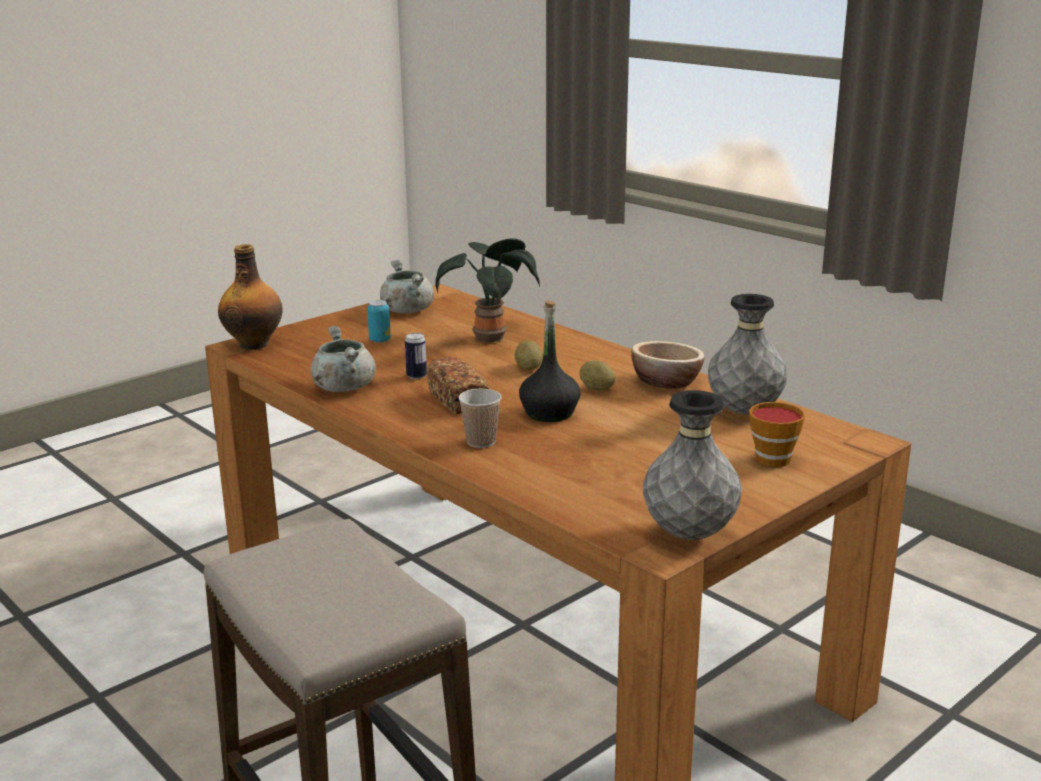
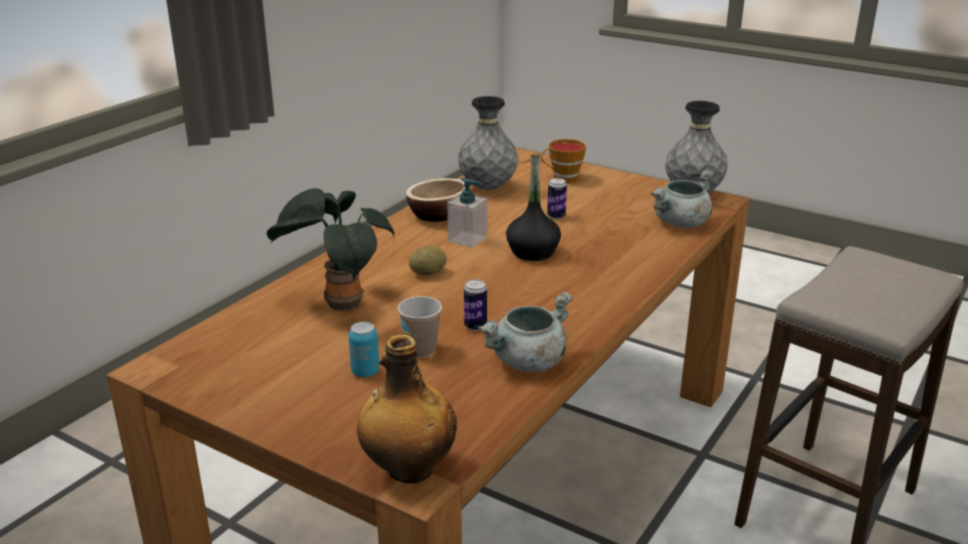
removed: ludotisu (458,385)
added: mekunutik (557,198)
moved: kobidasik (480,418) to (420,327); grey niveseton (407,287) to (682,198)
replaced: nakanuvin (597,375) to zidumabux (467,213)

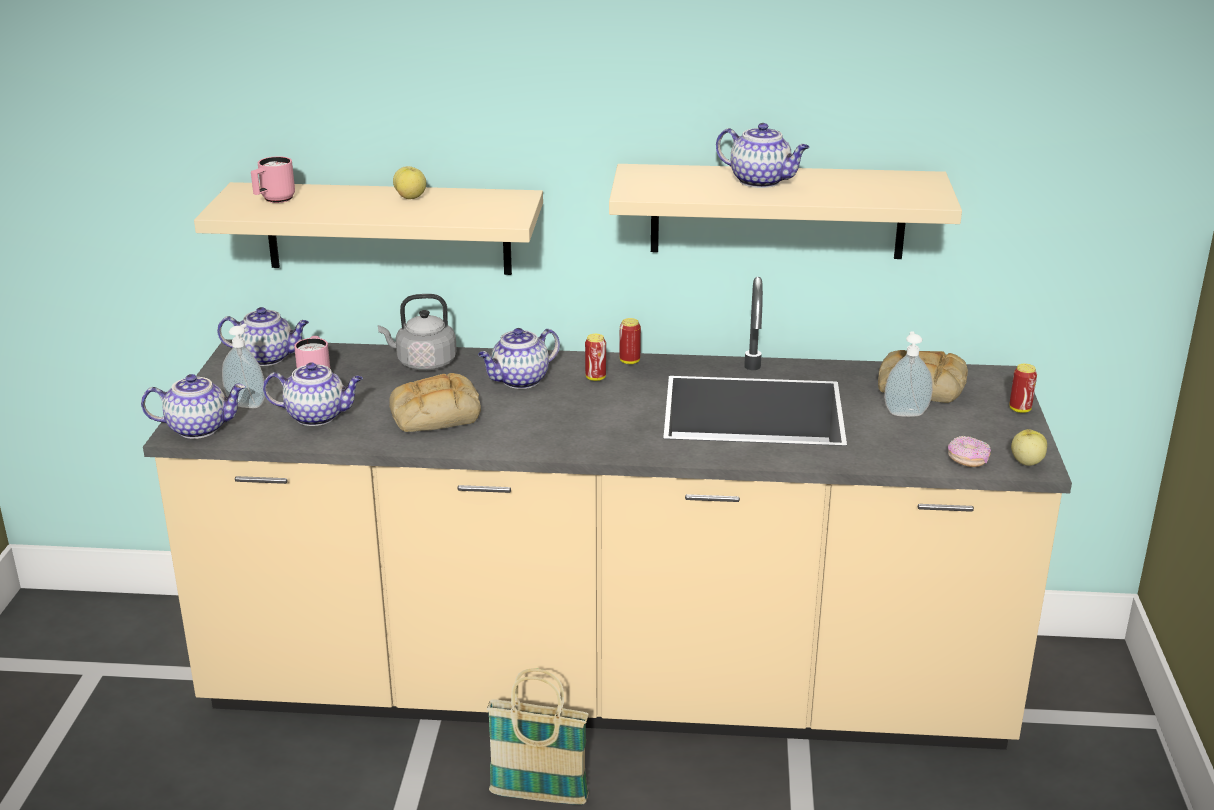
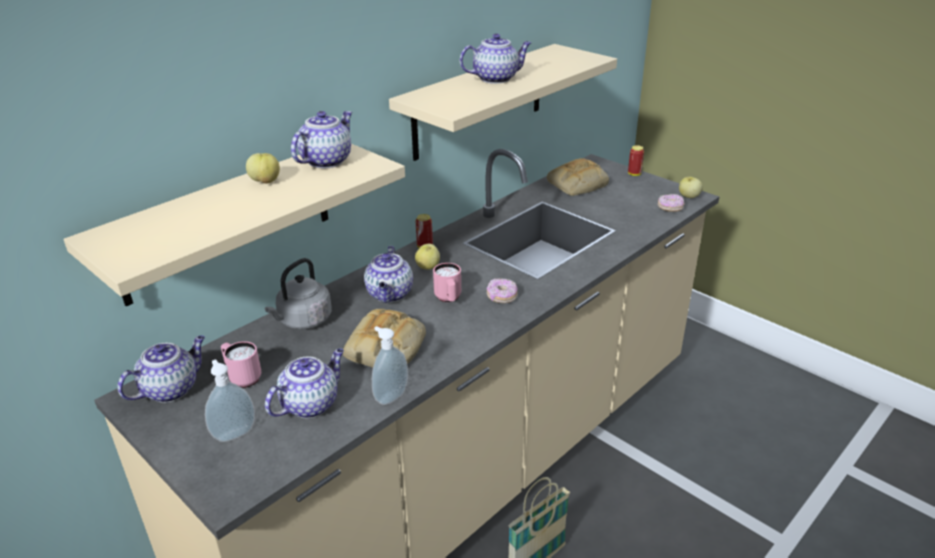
added: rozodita (502,290)
moved: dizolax (193,406) to (321,140); zidumabux (908,374) to (390,365); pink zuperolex (273,179) to (447,282)
replaced: mekunutik (595,357) to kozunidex (427,257)

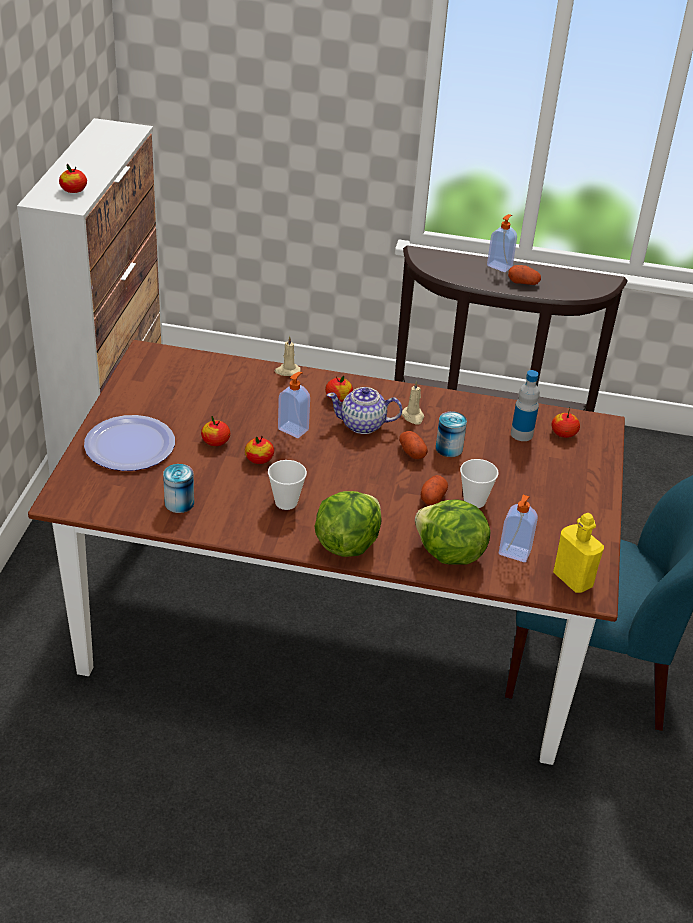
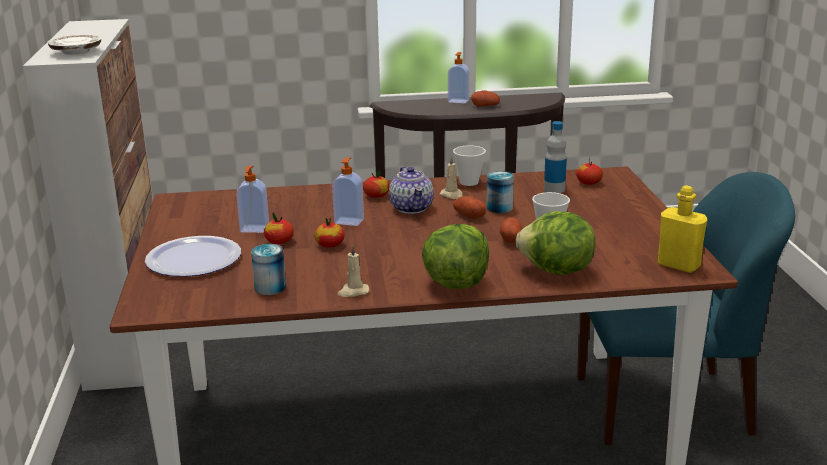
moved: zidumabux (518,528) to (252,199); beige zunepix (288,356) to (354,270); kobidasik (287,485) to (469,165)
replaced: kozunidex (73,178) to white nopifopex (74,45)
turned: dizolax (364,410) = (411,190) 90 degrees counterclockwise

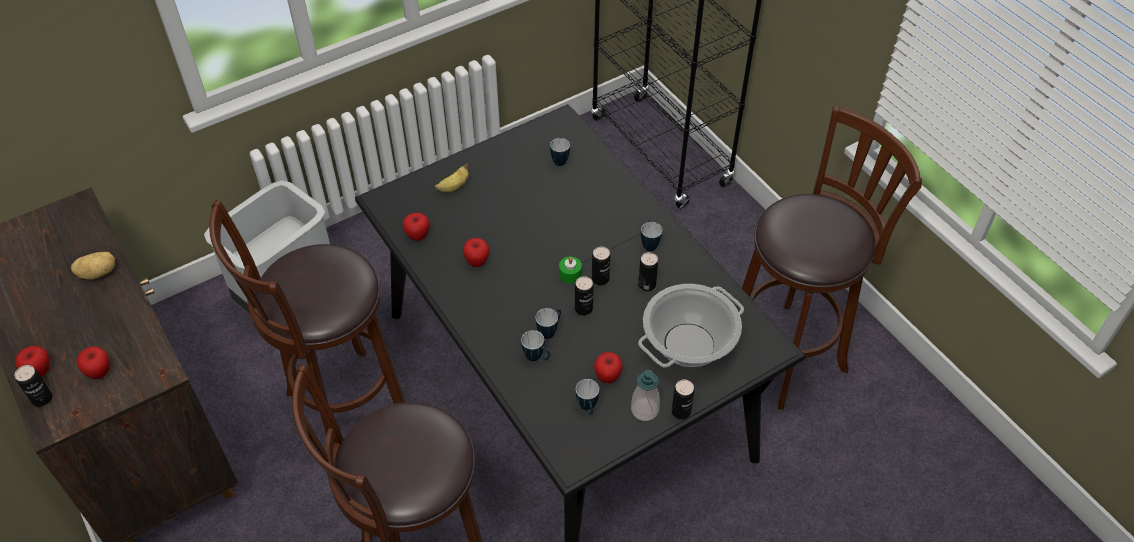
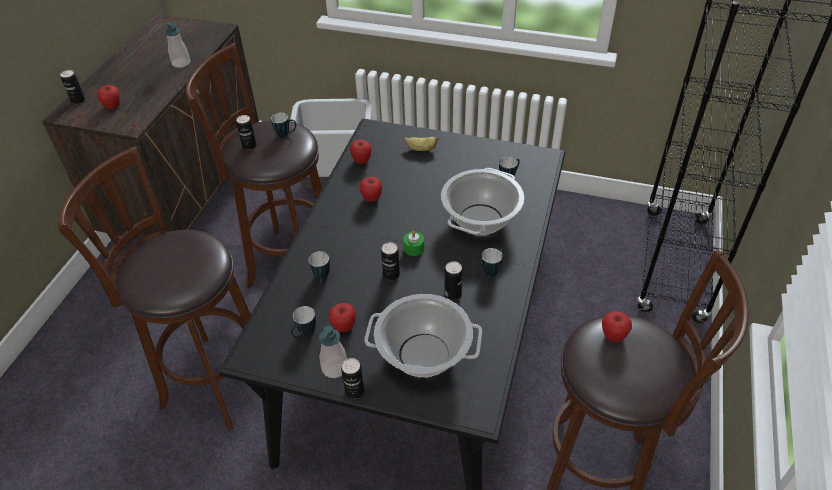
added: niveseton (483,201)
moved: mekunutik (601,266) to (246,132); zuperolex (548,323) to (283,125); kozunidex (32,361) to (617,326)
replaced: nakanuvin (93,265) to zidumabux (177,45)

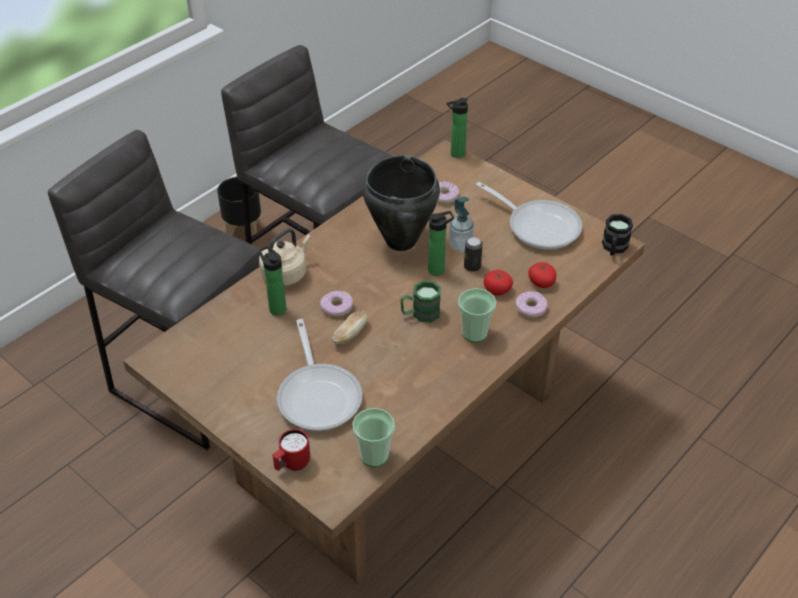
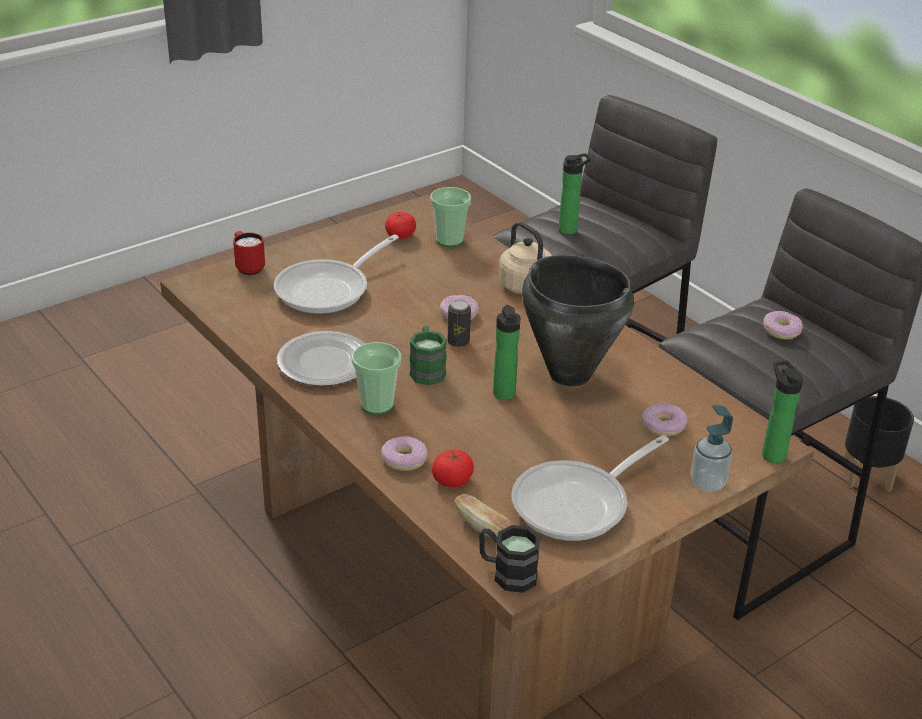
added: nopifopex (321,358); rozodita (783,325)
moved: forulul (498,283) to (400,225); kobidasik (373,437) to (450,217); mekunutik (473,254) to (459,323); ludotisu (350,327) to (484,515); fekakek (272,281) to (575,193); zidumabux (461,224) to (711,448)
turned: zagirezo (319,375) = (336,274) 45 degrees counterclockwise

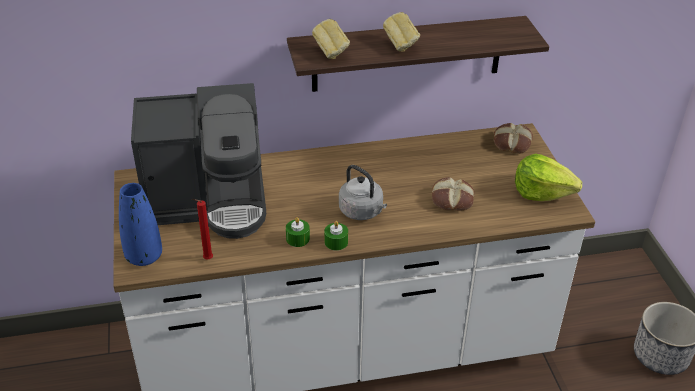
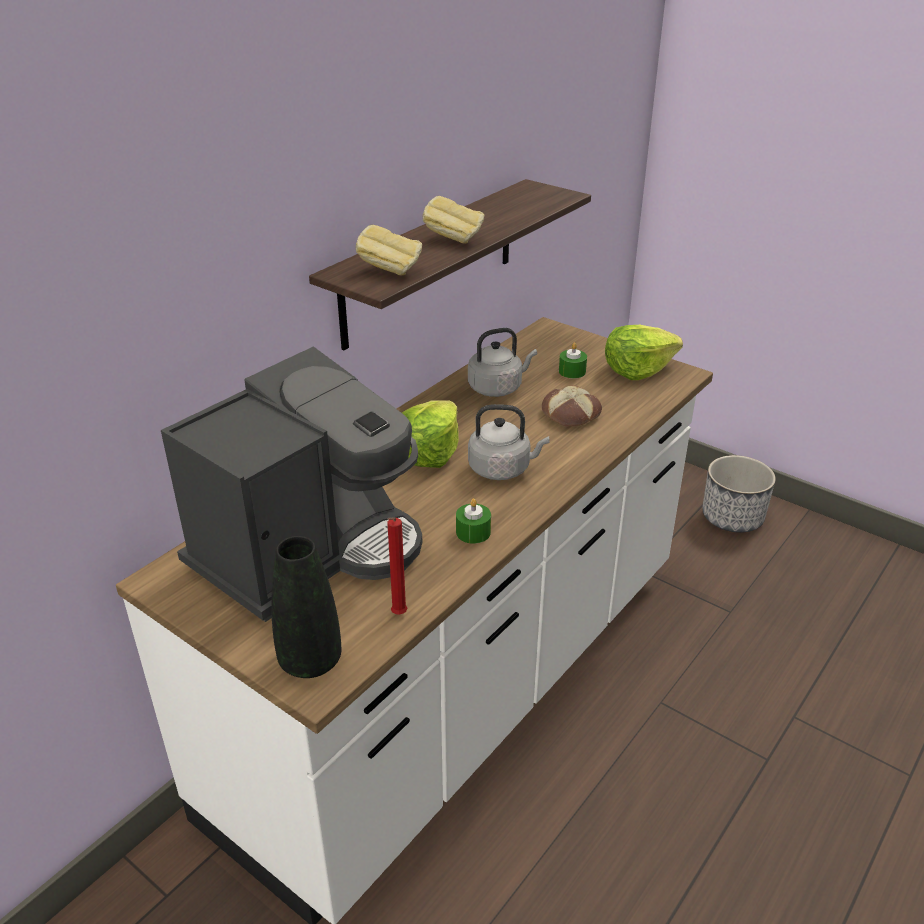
removed: ludotisu (513,138)
added: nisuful (430,434); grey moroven (502,362)
moved: green zunepix (336,236) to (573,360)
recoloured: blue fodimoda (140,224) to black fodimoda (306,607)

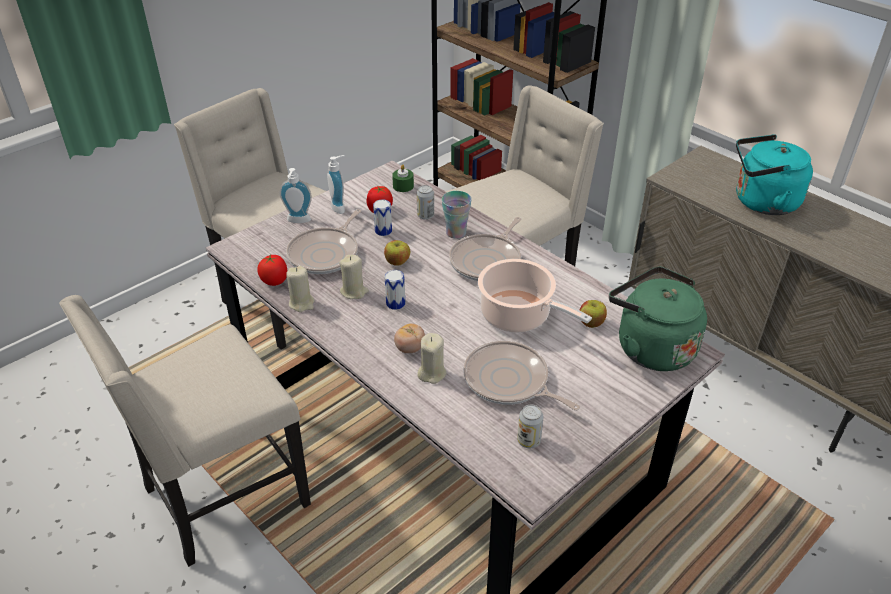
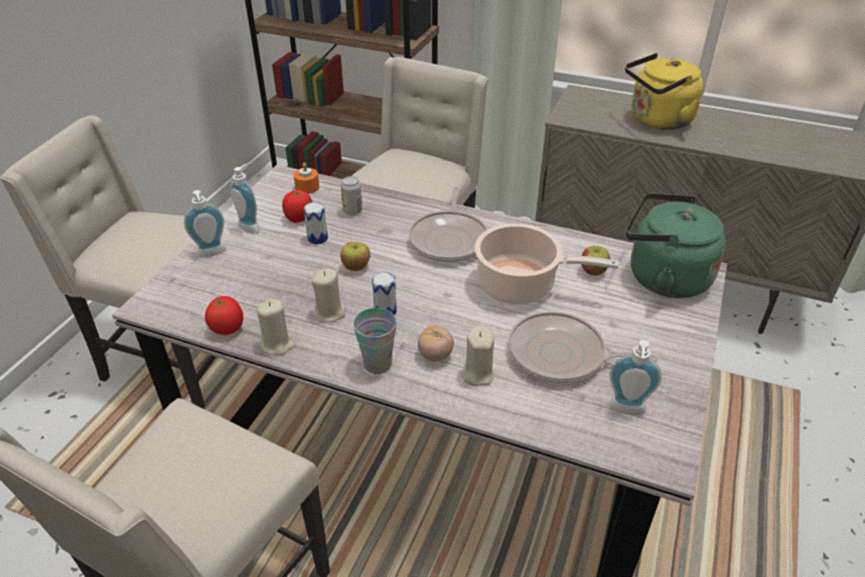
removed: zagirezo (323,241)
moved: kobidasik (457,215) to (375,341)
replaced: mekunutik (530,426) to zidumabux (635,377)
recoloured: green zunepix (403,178) to orange zunepix (306,178); turquoise moroven (774,174) to yellow moroven (664,91)

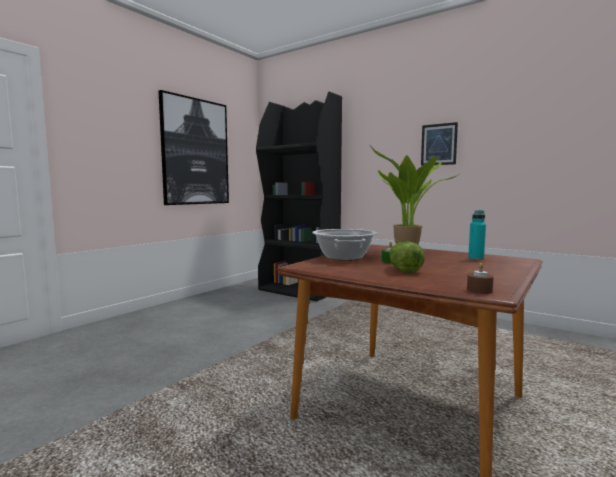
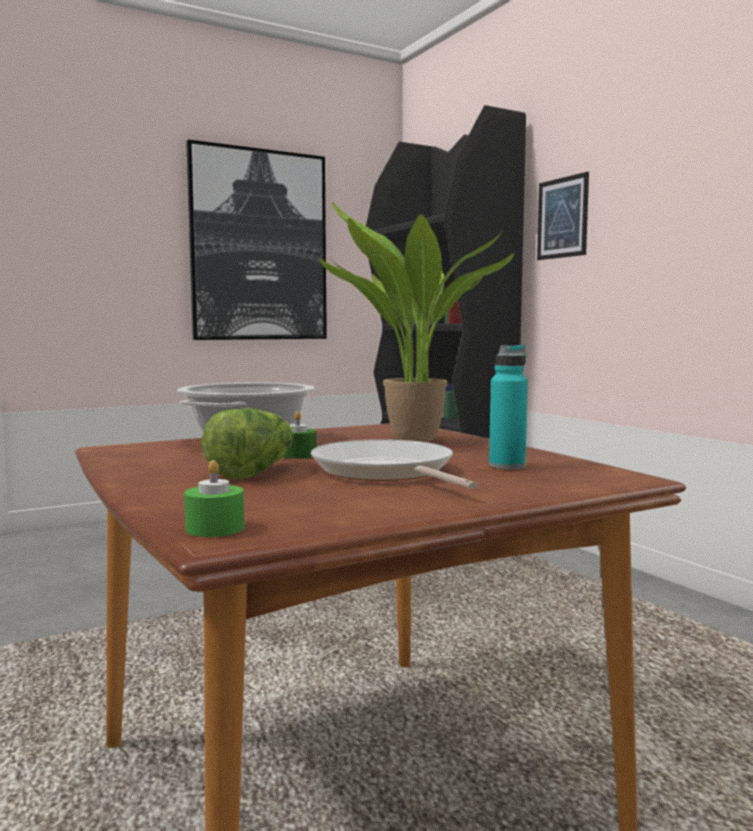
added: zagirezo (394,464)
moved: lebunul (439,144) to (563,216)
recoloured: brown zunepix (480,278) to green zunepix (214,498)

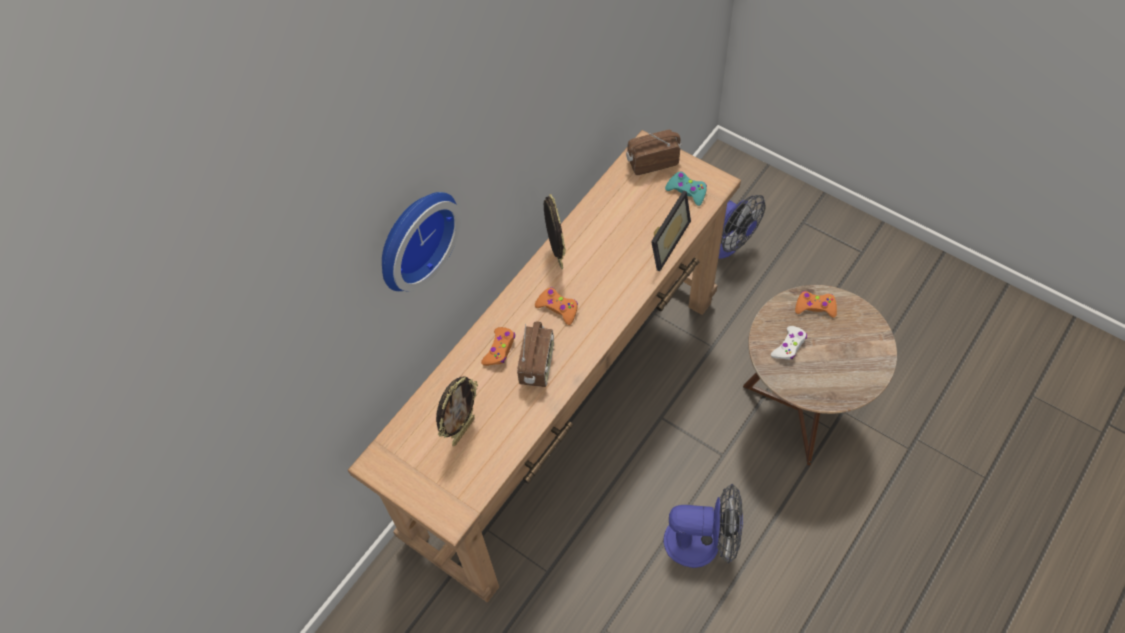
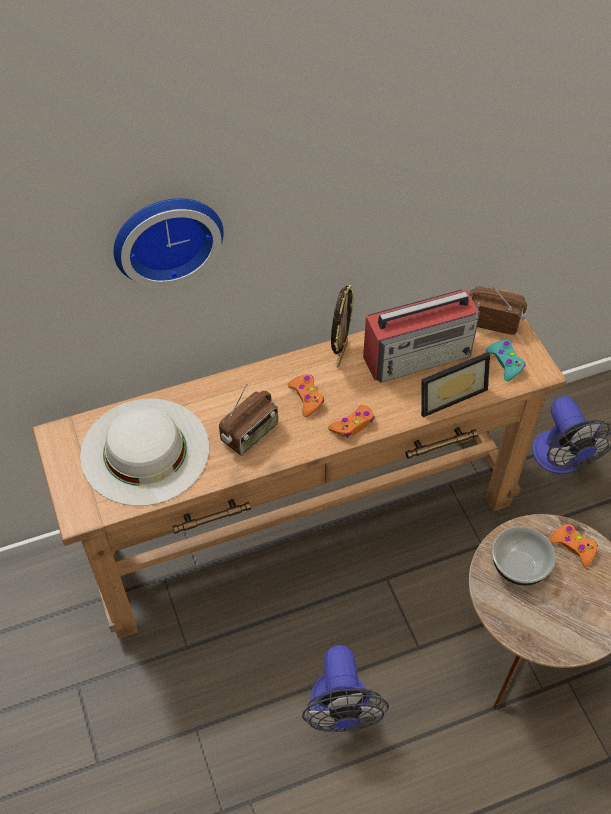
added: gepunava (421,336)
moved: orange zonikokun (498,346) to (351,421)
replaced: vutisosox (457,411) to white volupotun (144,452); white zonikokun (789,343) to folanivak (523,556)
turned: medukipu (703,526) = (345,688) 45 degrees clockwise

